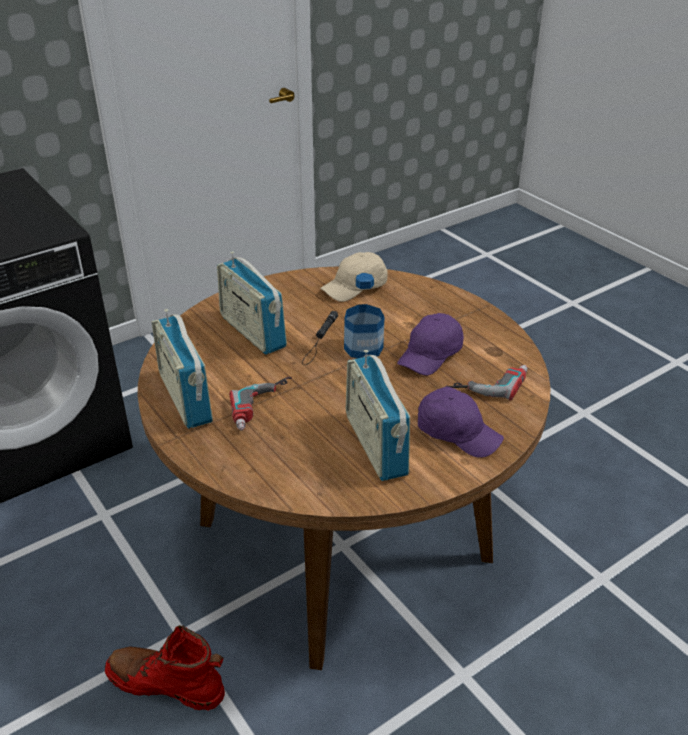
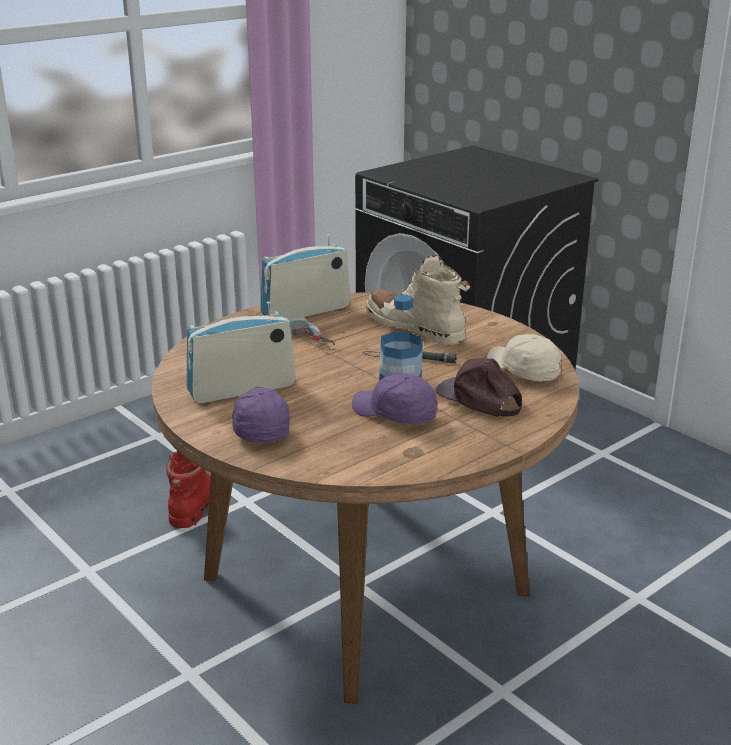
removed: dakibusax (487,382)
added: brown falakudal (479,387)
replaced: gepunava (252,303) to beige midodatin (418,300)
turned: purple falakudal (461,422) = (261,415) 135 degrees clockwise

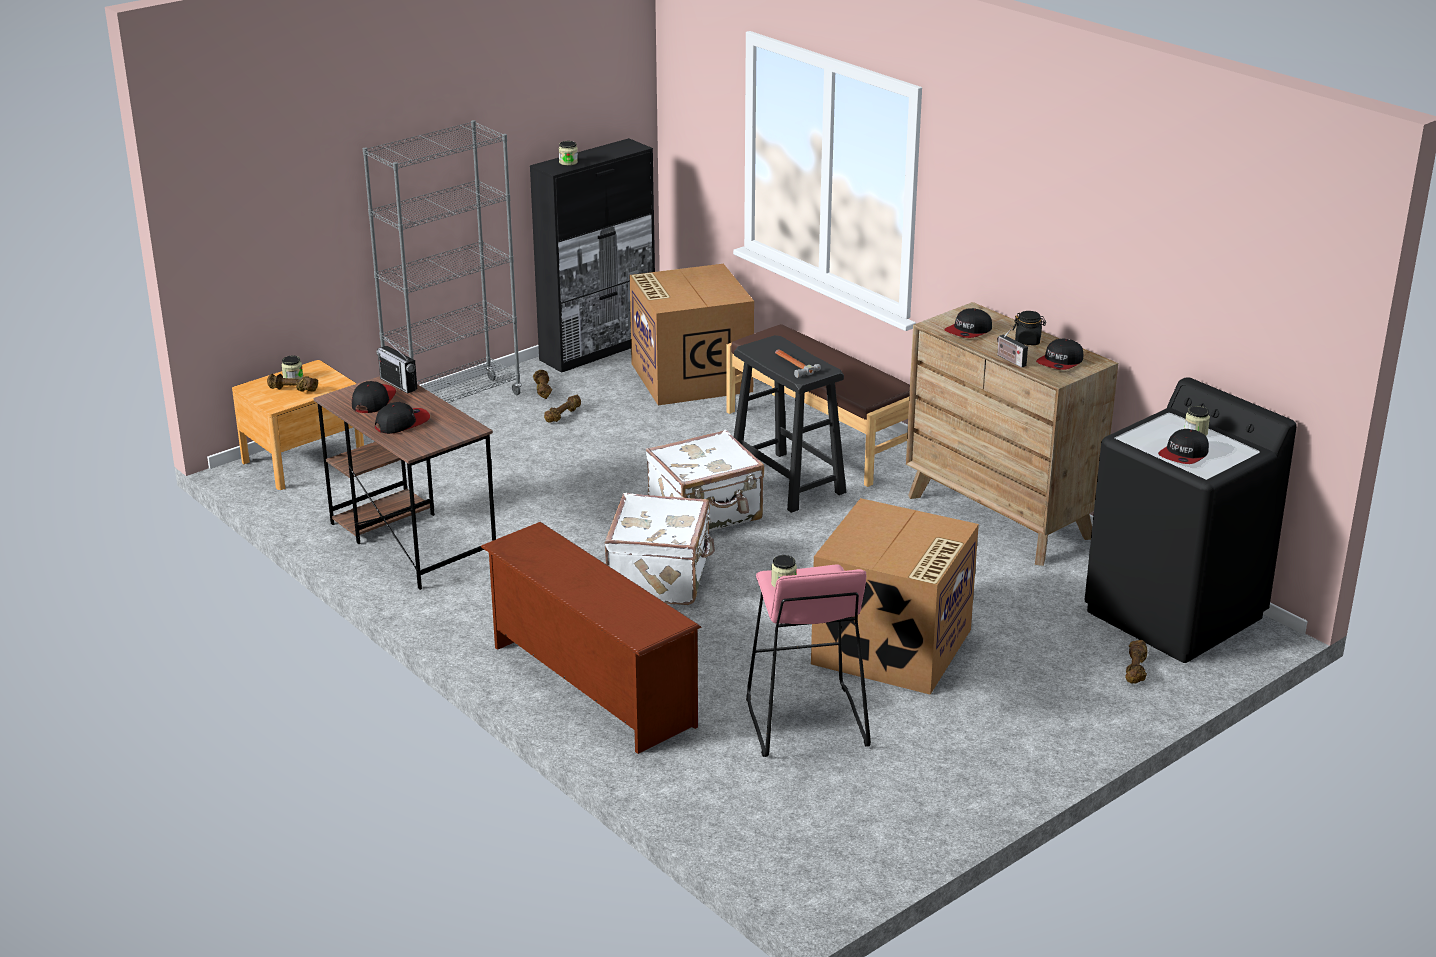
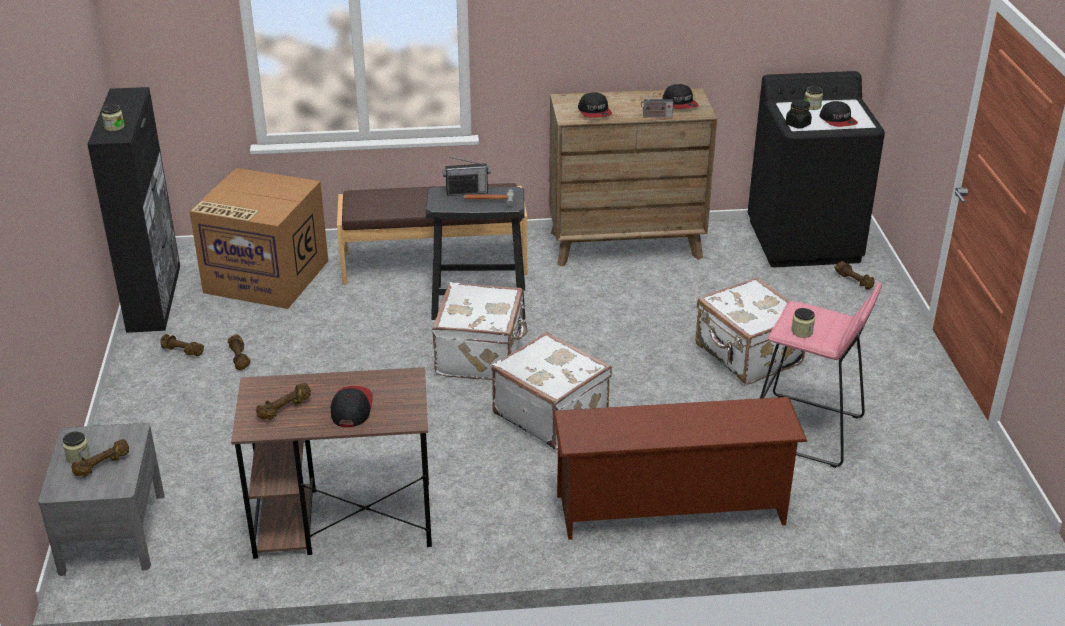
removed: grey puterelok (442,261)
moved: gepunava (396,364) to (466,176); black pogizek (1029,328) to (799,114)
replaced: falakudal (374,397) to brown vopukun (283,401); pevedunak (895,596) to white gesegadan (750,331)
recoloured: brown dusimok (298,425) to grey dusimok (101,499)

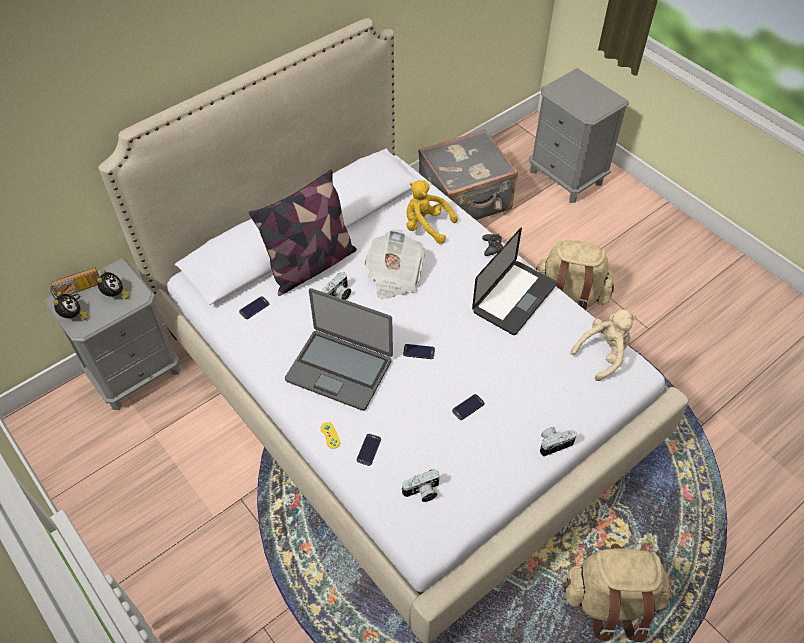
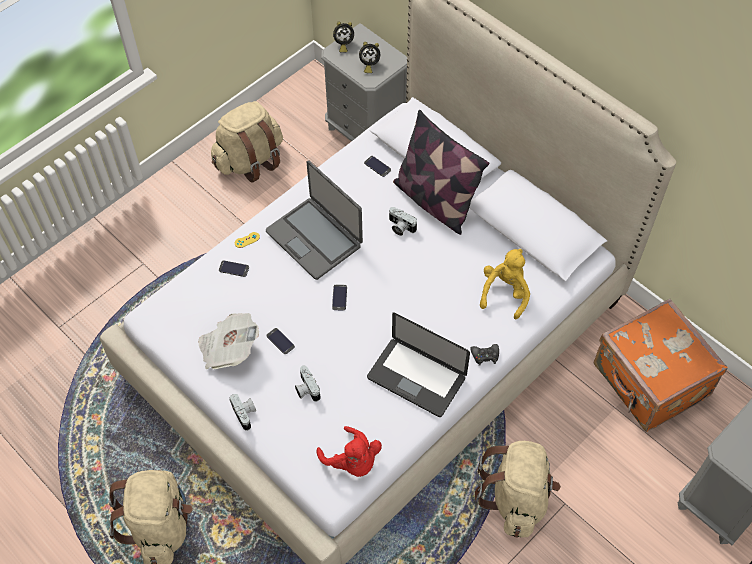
removed: gepunava (75,283)
added: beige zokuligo (247,142)
moved: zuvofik (394,264) to (228,341); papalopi (420,485) to (308,383)
recoloured: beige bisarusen (603,345) to red bisarusen (349,451); grey gesegadan (468,174) to orange gesegadan (660,365)
turned: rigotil (339,349) = (314,220) 60 degrees counterclockwise

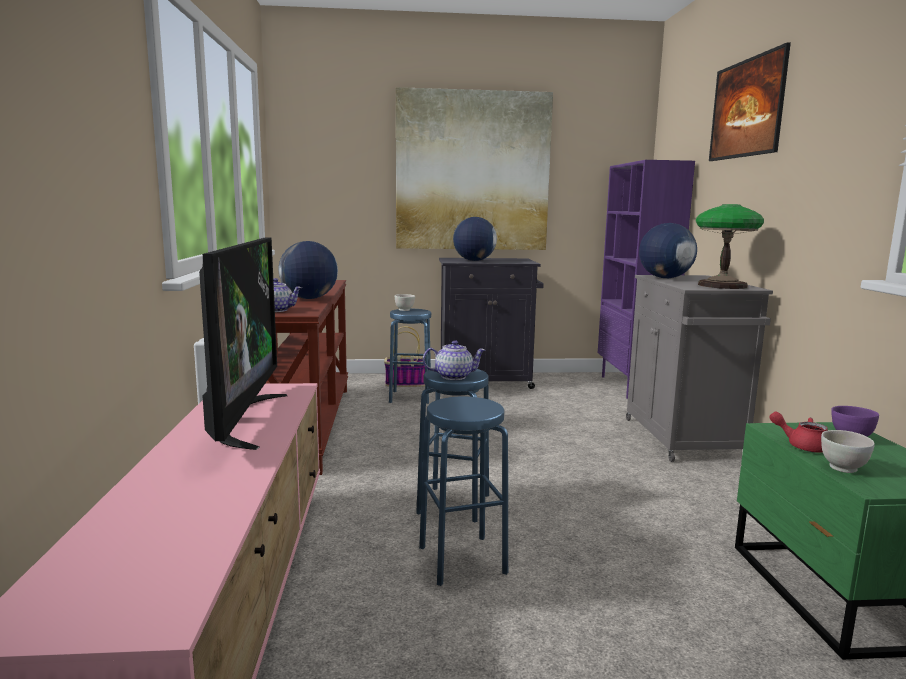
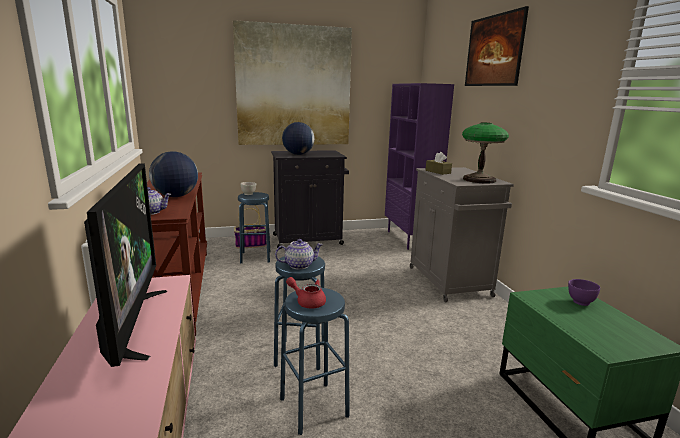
removed: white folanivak (848,451)
moved: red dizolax (798,432) to (306,292)
replaced: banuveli (668,250) to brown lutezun (439,163)

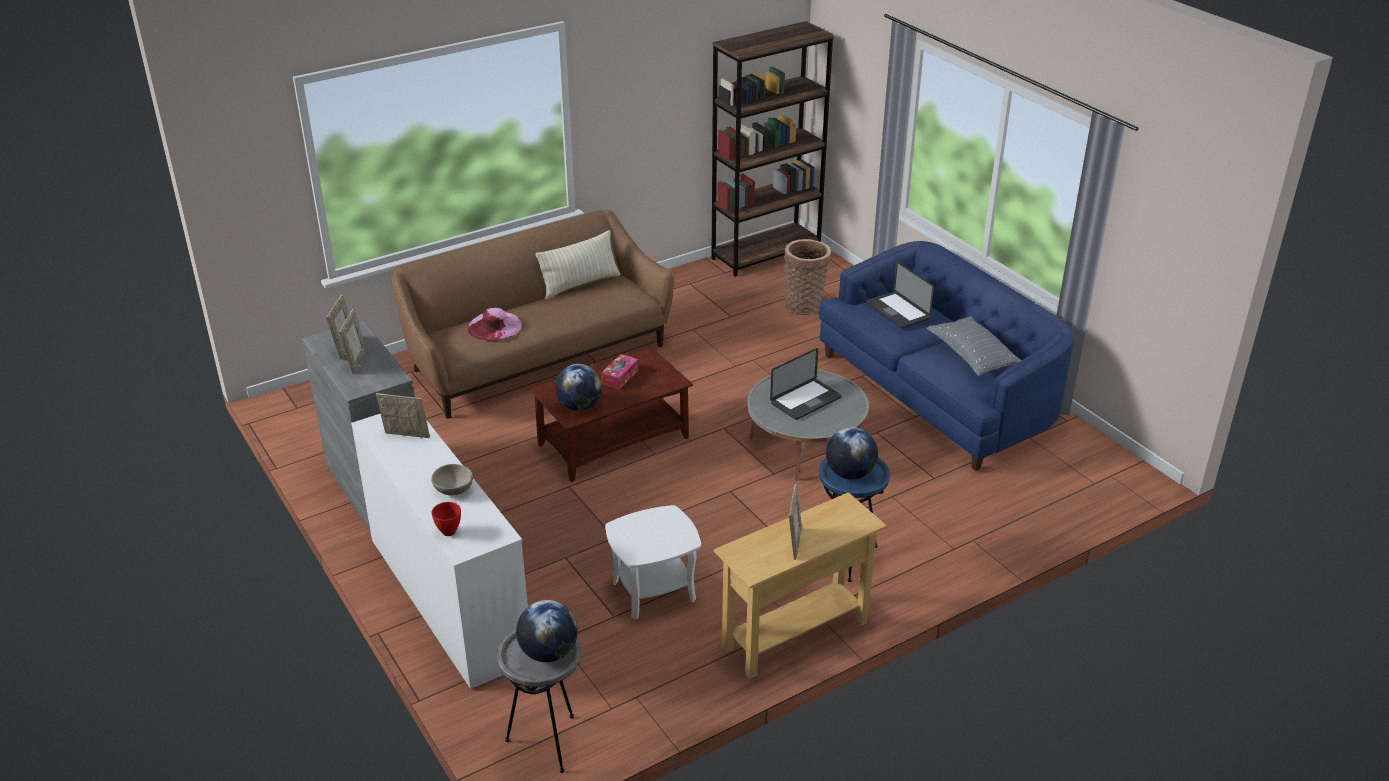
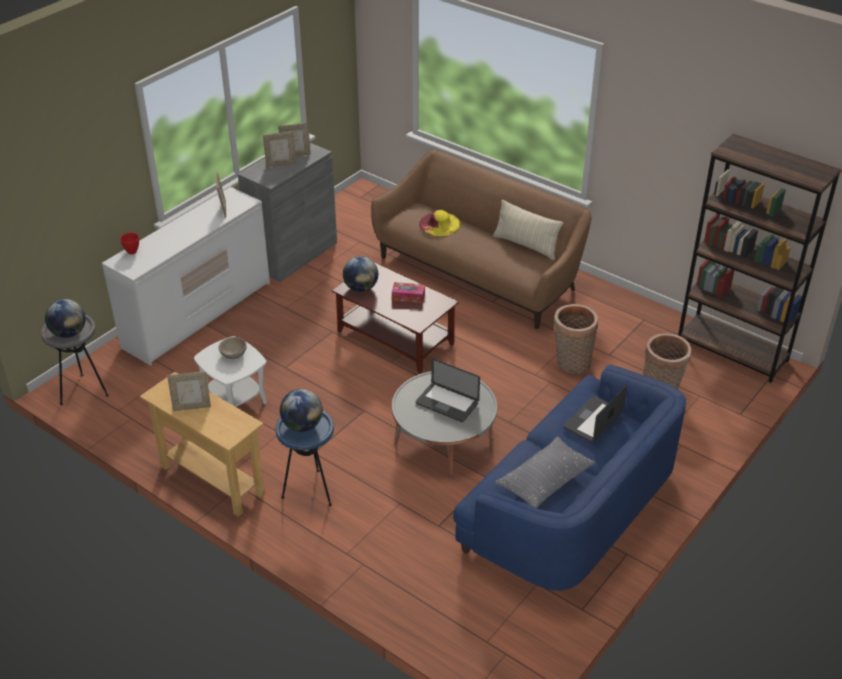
added: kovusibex (576,339)
moved: beige folanivak (452,479) to (233,348)
recoloured: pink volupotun (495,324) to yellow volupotun (440,223)

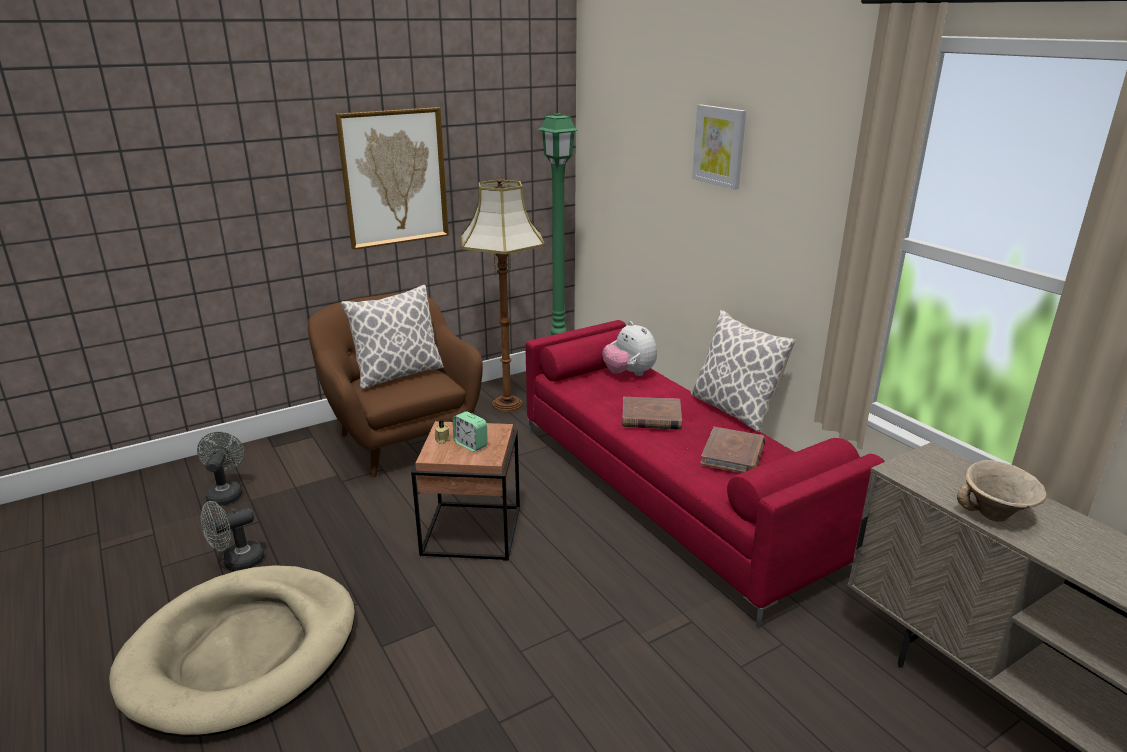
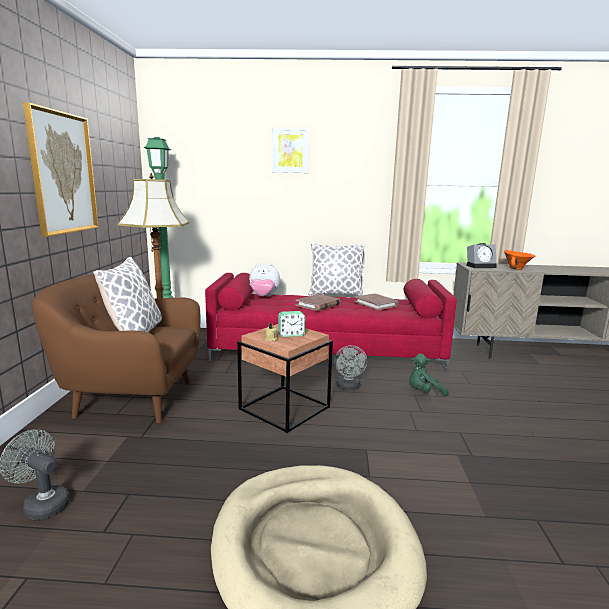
added: green bisarusen (429,375); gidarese (481,255)
moved: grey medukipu (232,536) to (351,367)
recoloured: beige folanivak (1002,491) to orange folanivak (520,260)

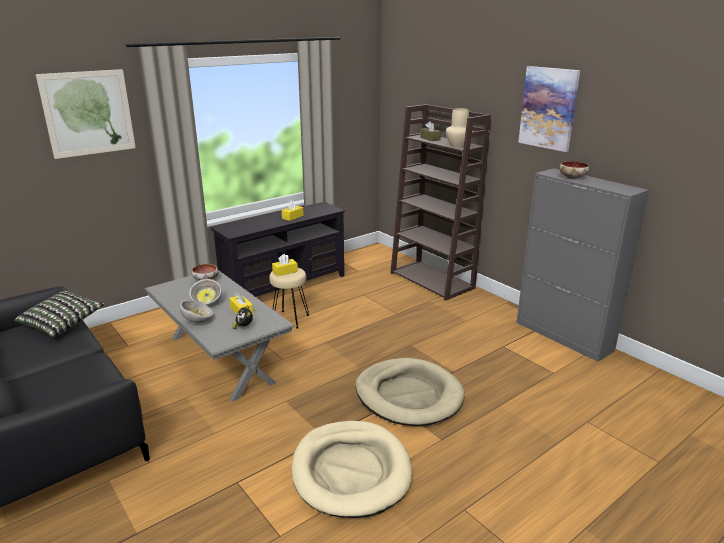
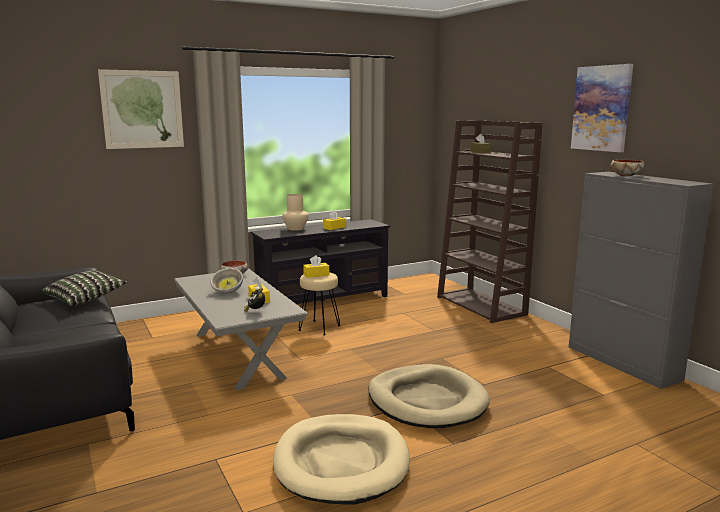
removed: folanivak (196,311)
moved: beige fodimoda (459,127) to (295,212)

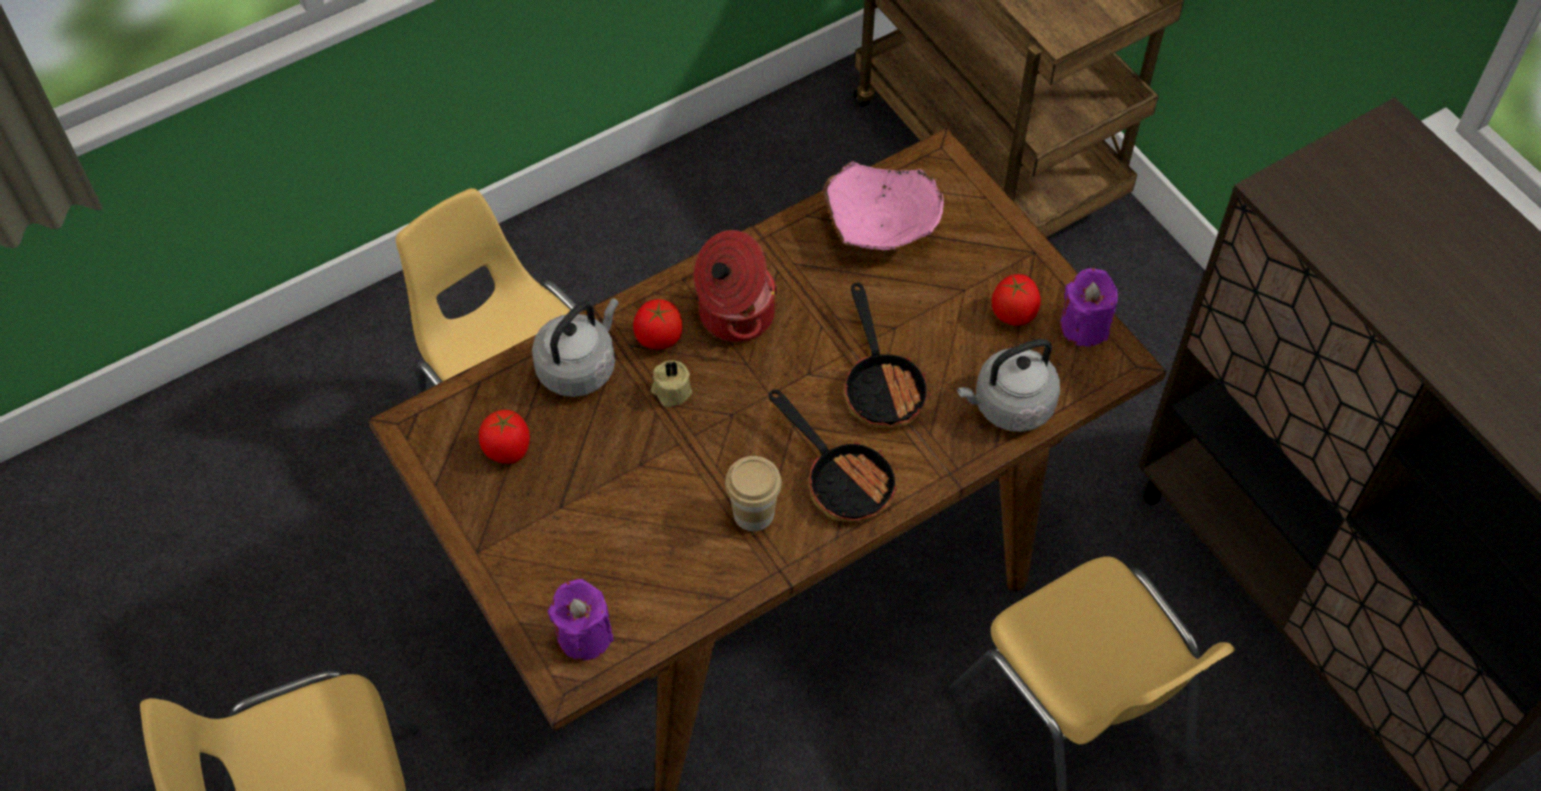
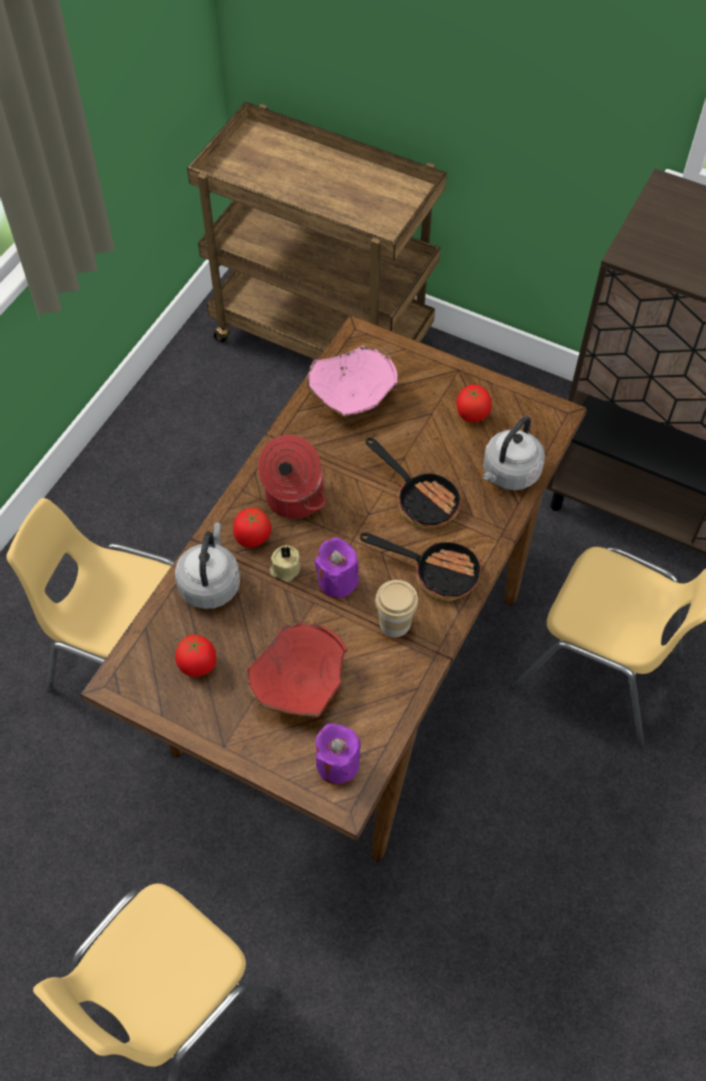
added: red folanivak (297,669)
moved: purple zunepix (1089,307) to (337,568)

